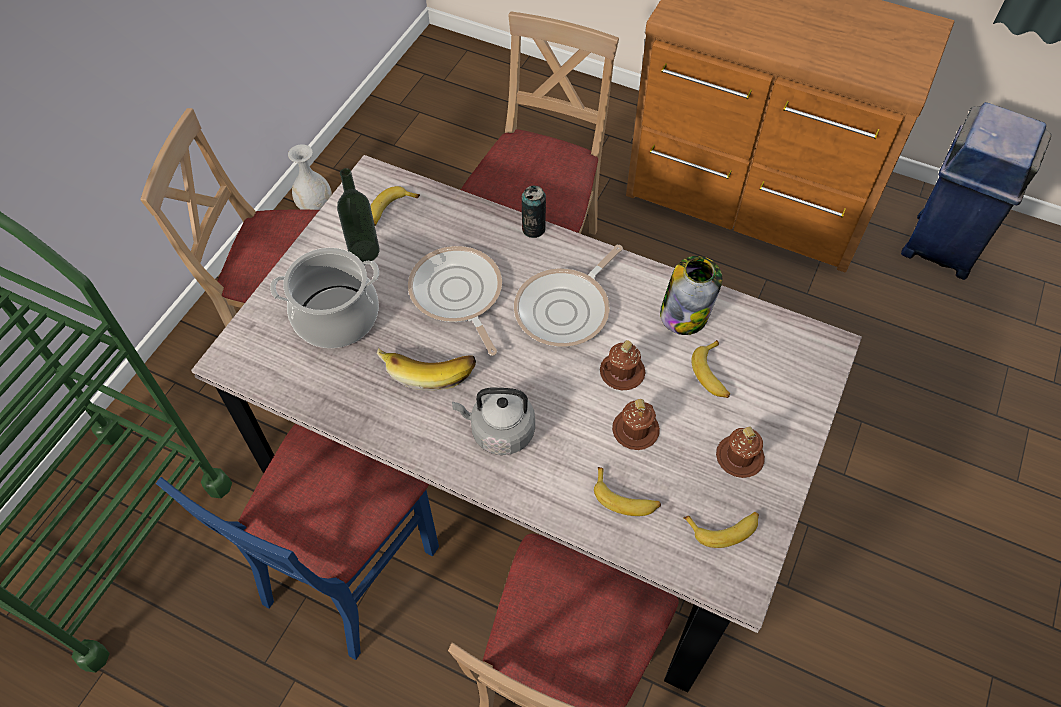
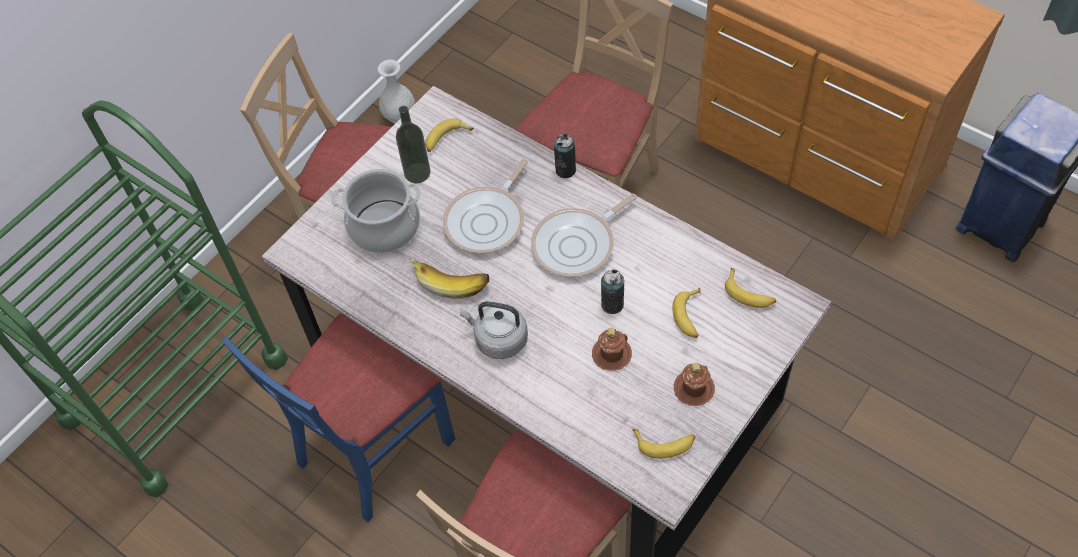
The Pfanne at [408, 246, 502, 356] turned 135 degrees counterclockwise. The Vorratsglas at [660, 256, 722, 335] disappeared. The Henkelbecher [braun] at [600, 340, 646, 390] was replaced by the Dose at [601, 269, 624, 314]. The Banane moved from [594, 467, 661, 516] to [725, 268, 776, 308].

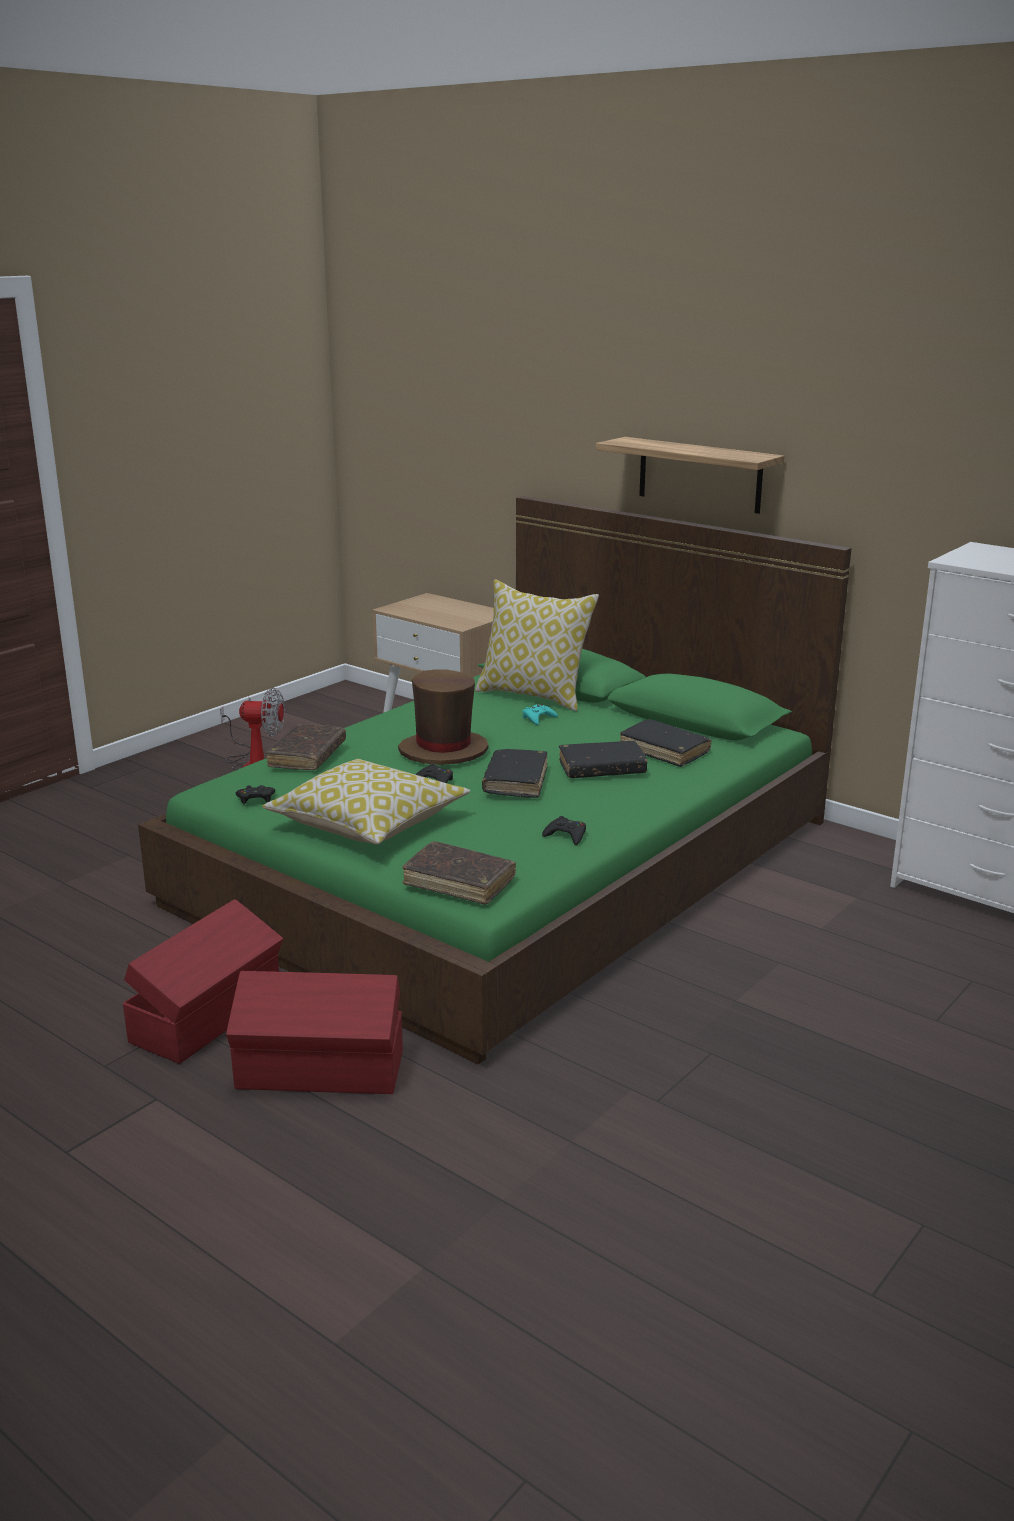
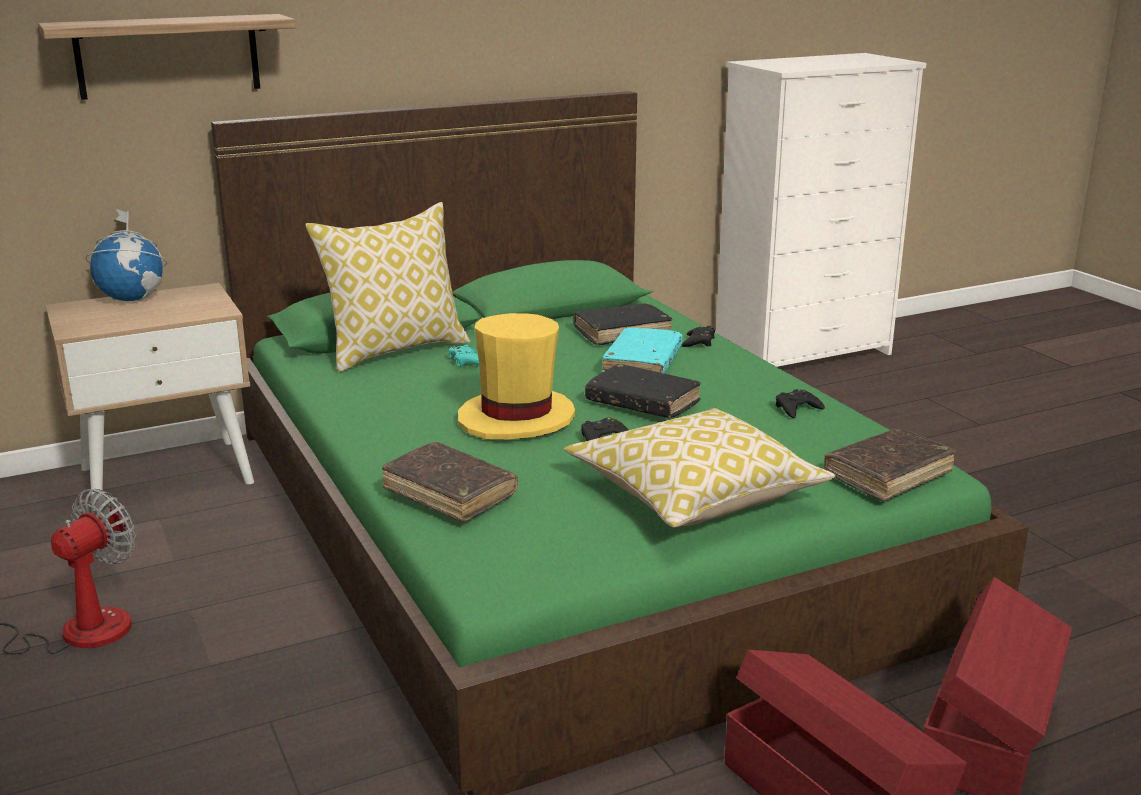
The Wandregal moved from [596, 437, 785, 514] to [38, 14, 296, 100]. The Hut [braun] at [398, 669, 488, 765] became the Hut [gelb] at [458, 313, 575, 440]. The Buch [schwarz] at [559, 741, 648, 778] became the Buch [türkis] at [602, 327, 682, 374]. The Gamepad [schwarz] moved from [236, 785, 275, 804] to [681, 326, 715, 347]. The Globus at [85, 209, 167, 301] appeared.

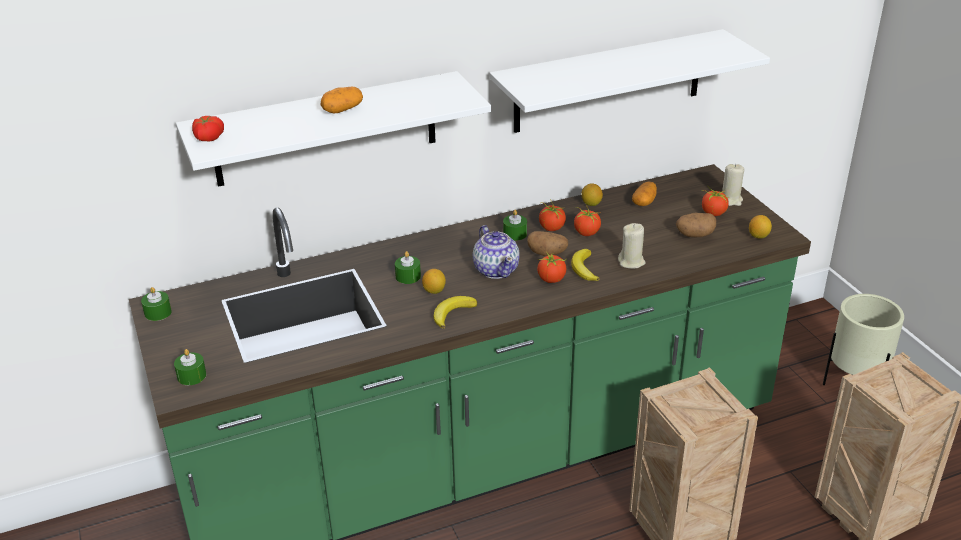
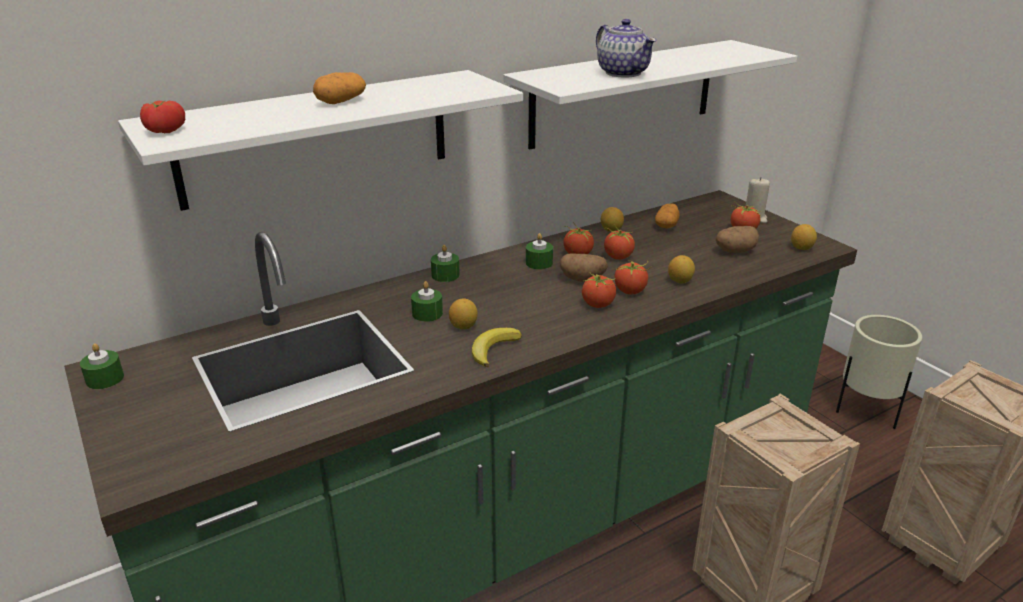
The Kerze [beige] at [618, 223, 645, 269] was replaced by the Zitrone at [668, 255, 695, 283]. The Teekanne moved from [473, 225, 520, 279] to [596, 19, 656, 78]. The Banane at [571, 249, 600, 281] was replaced by the Tomate at [614, 260, 651, 294]. The Kerze [grün] moved from [174, 349, 206, 385] to [431, 245, 460, 282].

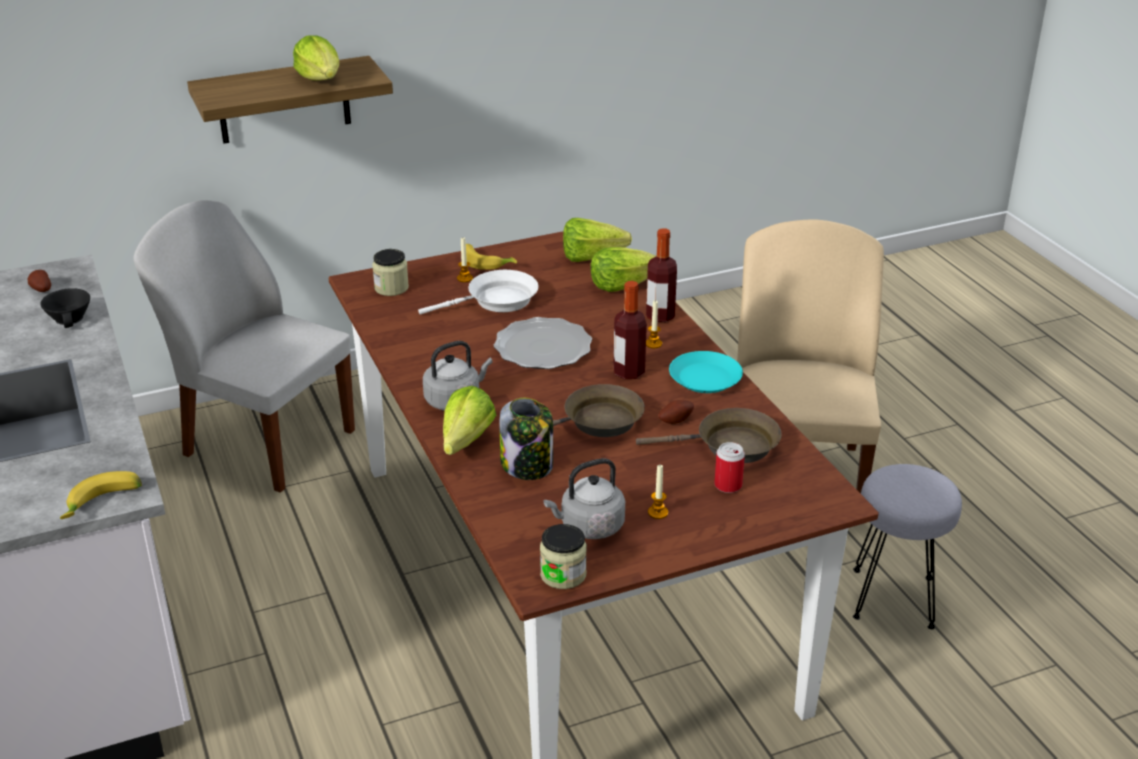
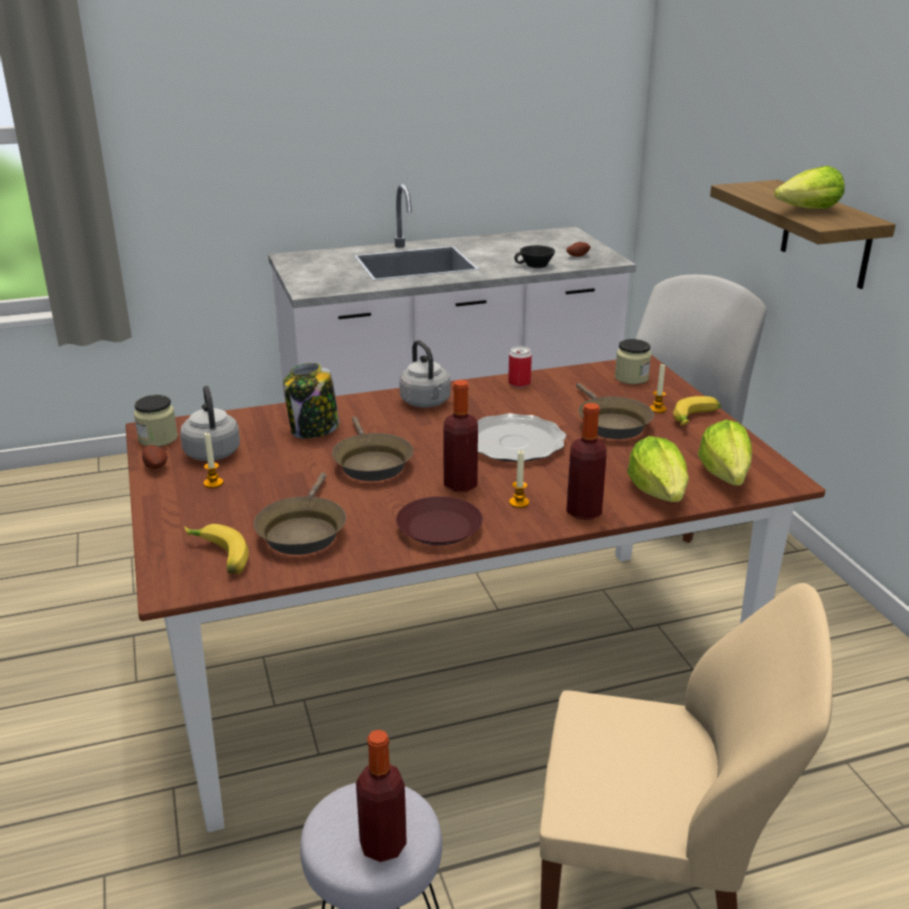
The Pfanne [weiß] at [418, 270, 539, 314] became the Pfanne [braun] at [576, 383, 654, 439]. The Teller [türkis] at [669, 351, 743, 393] became the Teller [braun] at [396, 496, 483, 545]. The Salatkopf at [443, 386, 496, 455] disappeared. The Kartoffel moved from [659, 400, 694, 424] to [142, 445, 167, 469]. The Dose moved from [714, 442, 745, 493] to [508, 346, 532, 388]. The Banane moved from [60, 471, 142, 519] to [184, 524, 249, 574]. The Flasche at [356, 730, 407, 862] appeared.

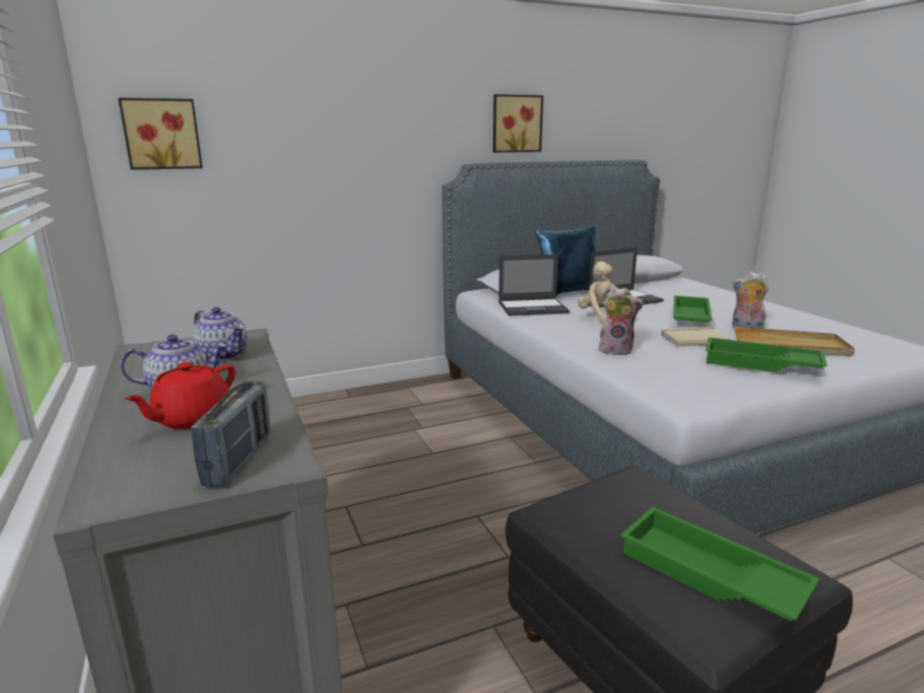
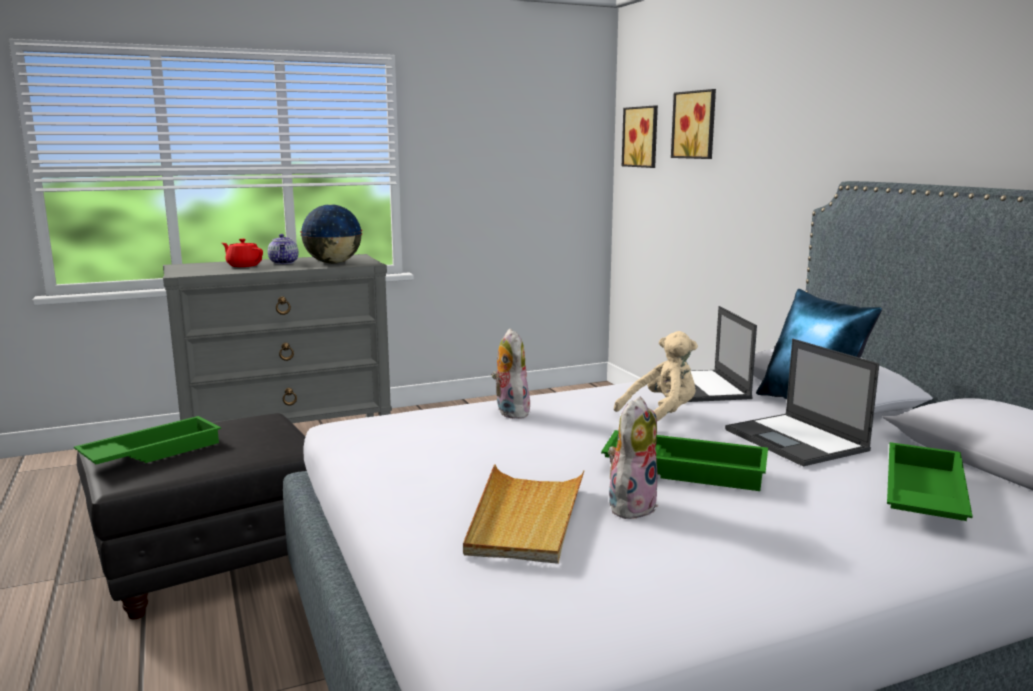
The Bild moved from [493, 94, 543, 152] to [671, 89, 716, 159]. The Plüschtier at [598, 287, 644, 355] turned 150 degrees clockwise. The Teekanne at [192, 307, 248, 361] was replaced by the Globus at [300, 204, 363, 264]. The Buch [beige] at [660, 327, 730, 346] disappeared. The Tablett [grün] moved from [705, 337, 827, 373] to [887, 442, 972, 521]. The Radio at [191, 381, 270, 487] disappeared.

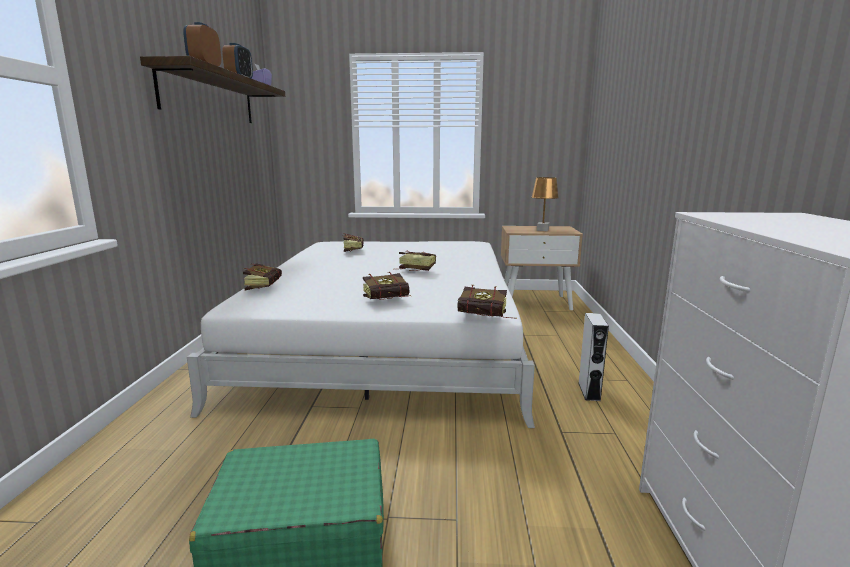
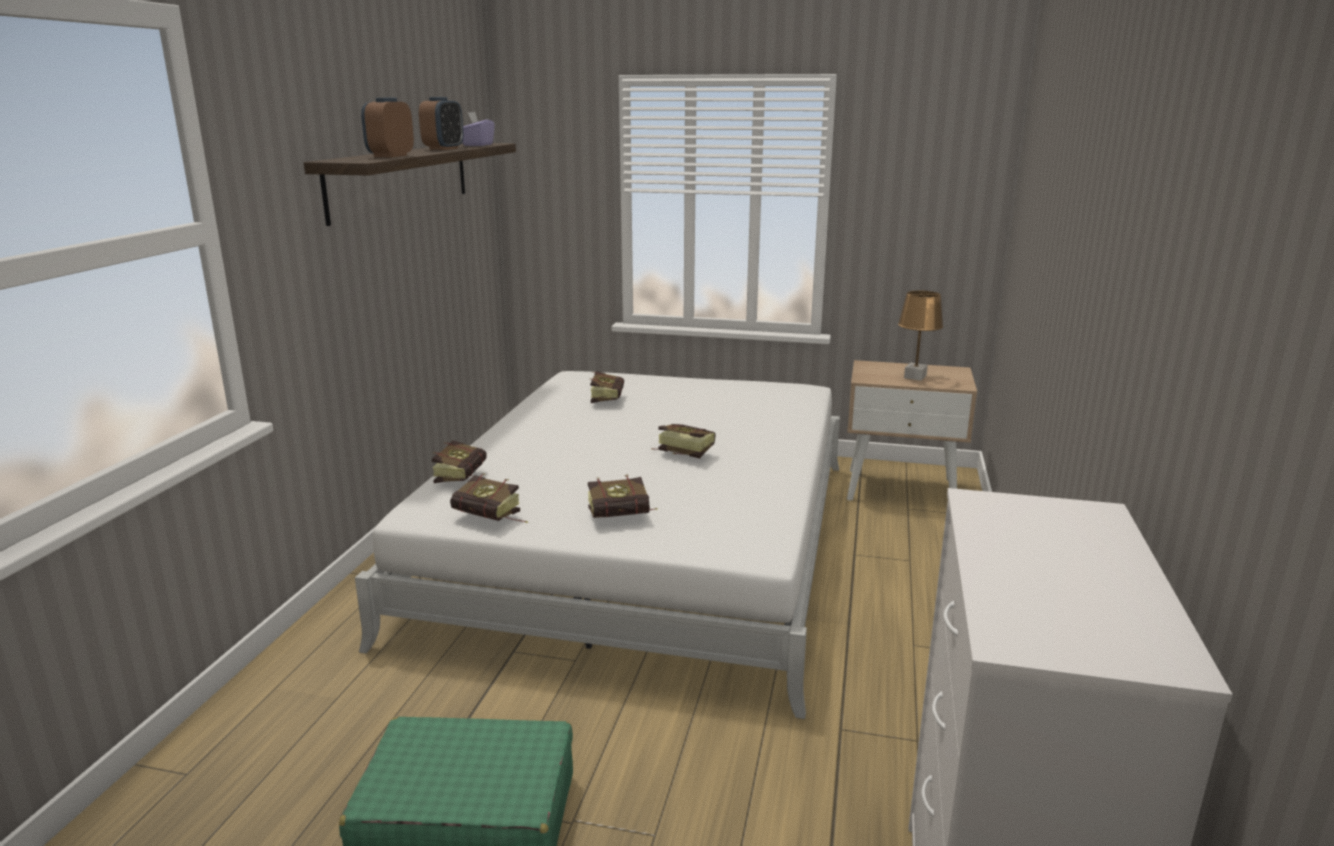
The Buch moved from [458, 285, 517, 319] to [450, 473, 528, 523]. The Lautsprecher [grau] at [579, 313, 609, 401] disappeared.

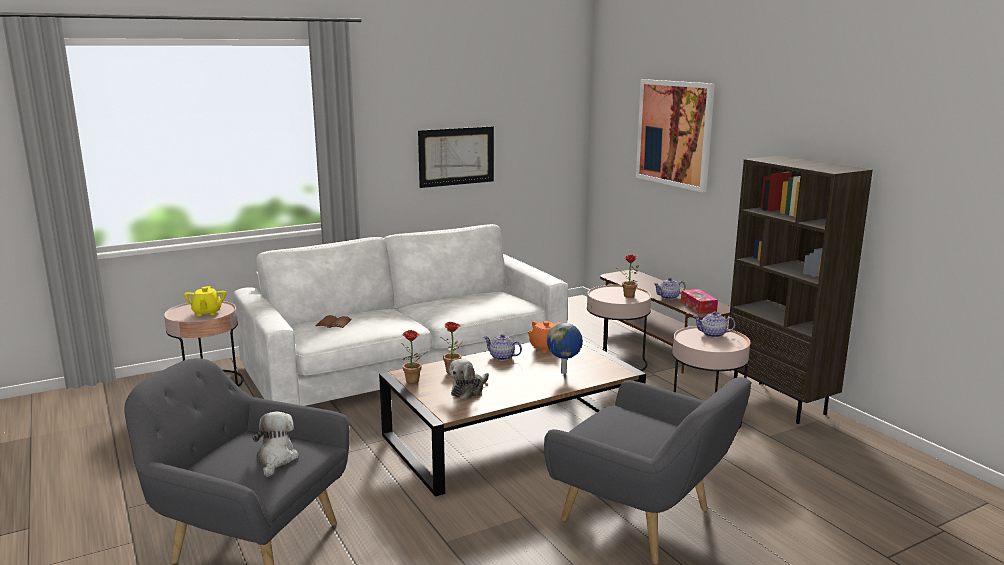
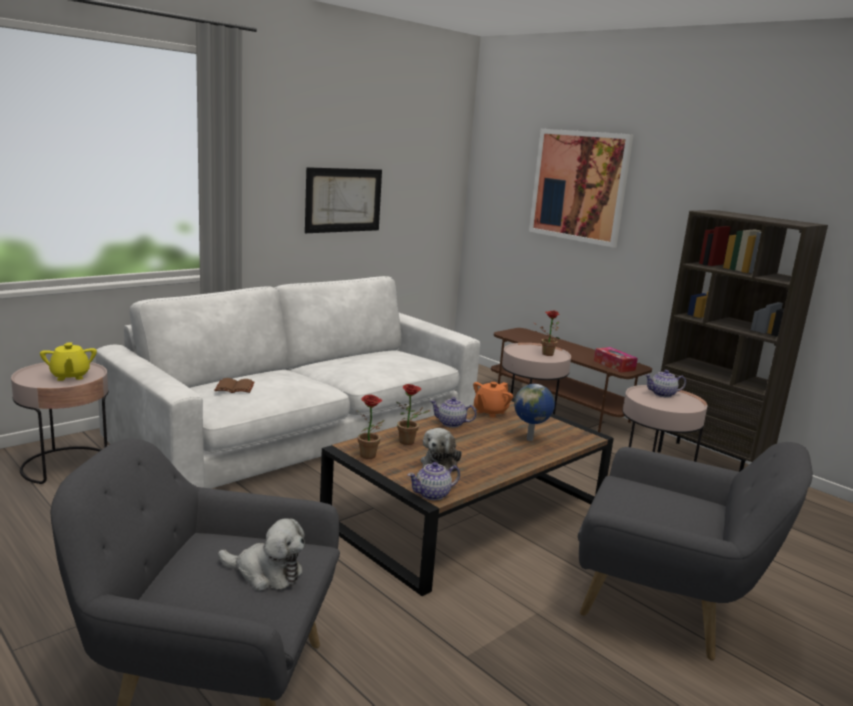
The Teekanne moved from [654, 278, 686, 300] to [408, 462, 460, 500]. The Plüschtier at [253, 411, 299, 477] turned 120 degrees clockwise.

